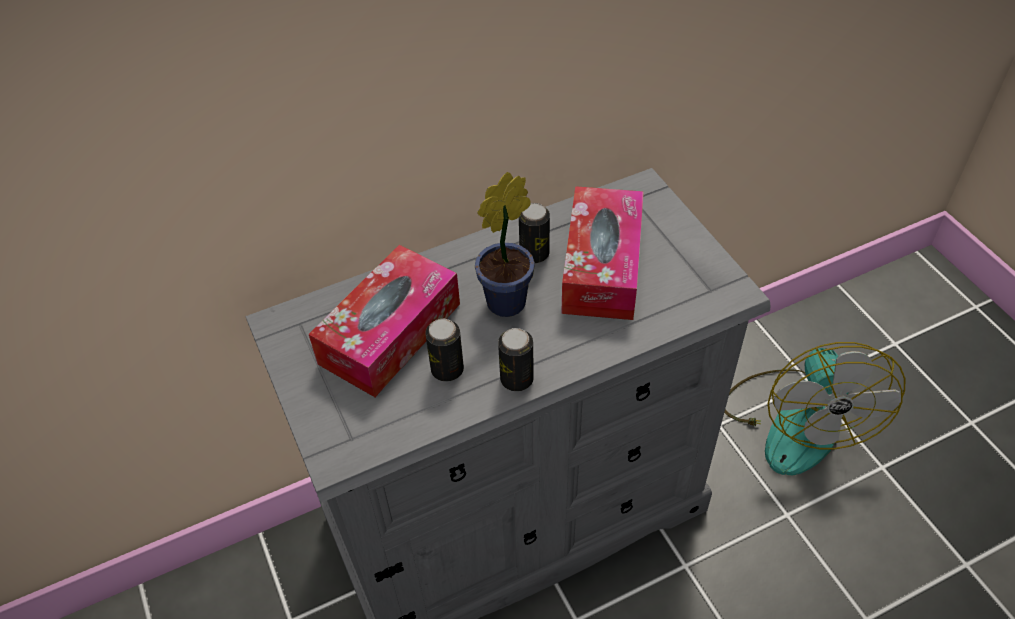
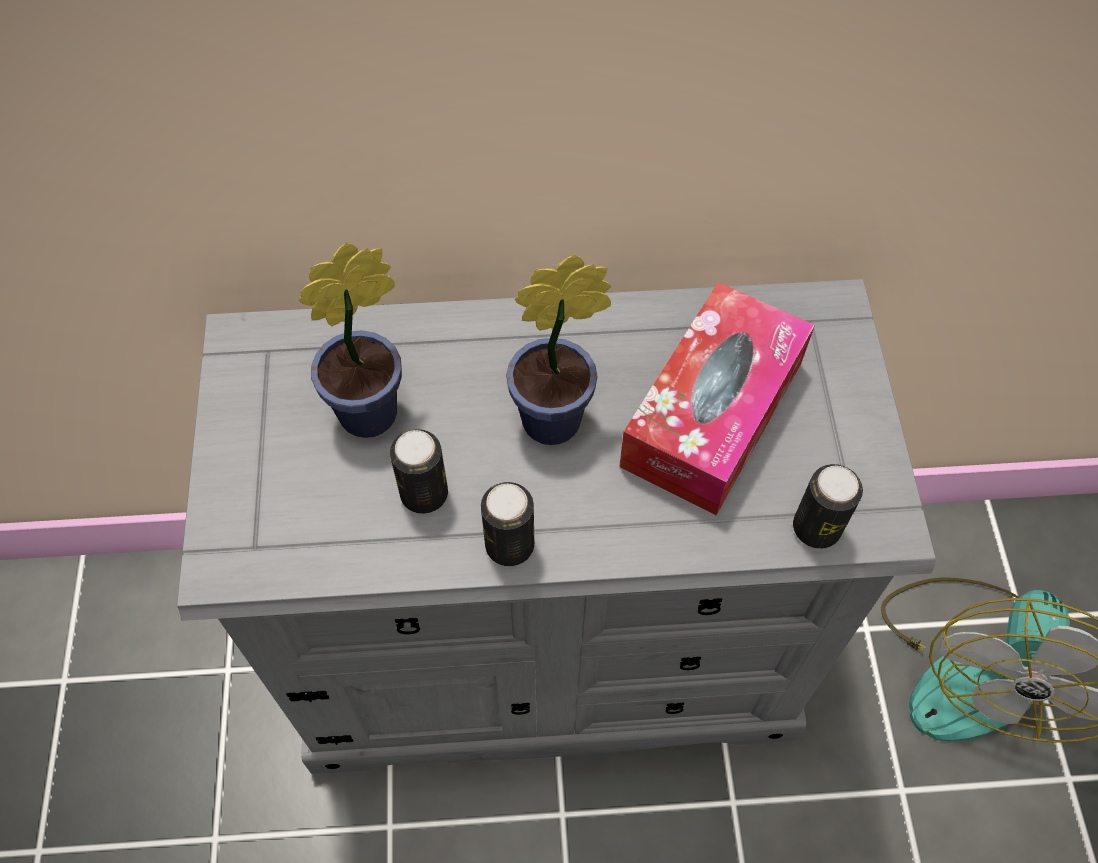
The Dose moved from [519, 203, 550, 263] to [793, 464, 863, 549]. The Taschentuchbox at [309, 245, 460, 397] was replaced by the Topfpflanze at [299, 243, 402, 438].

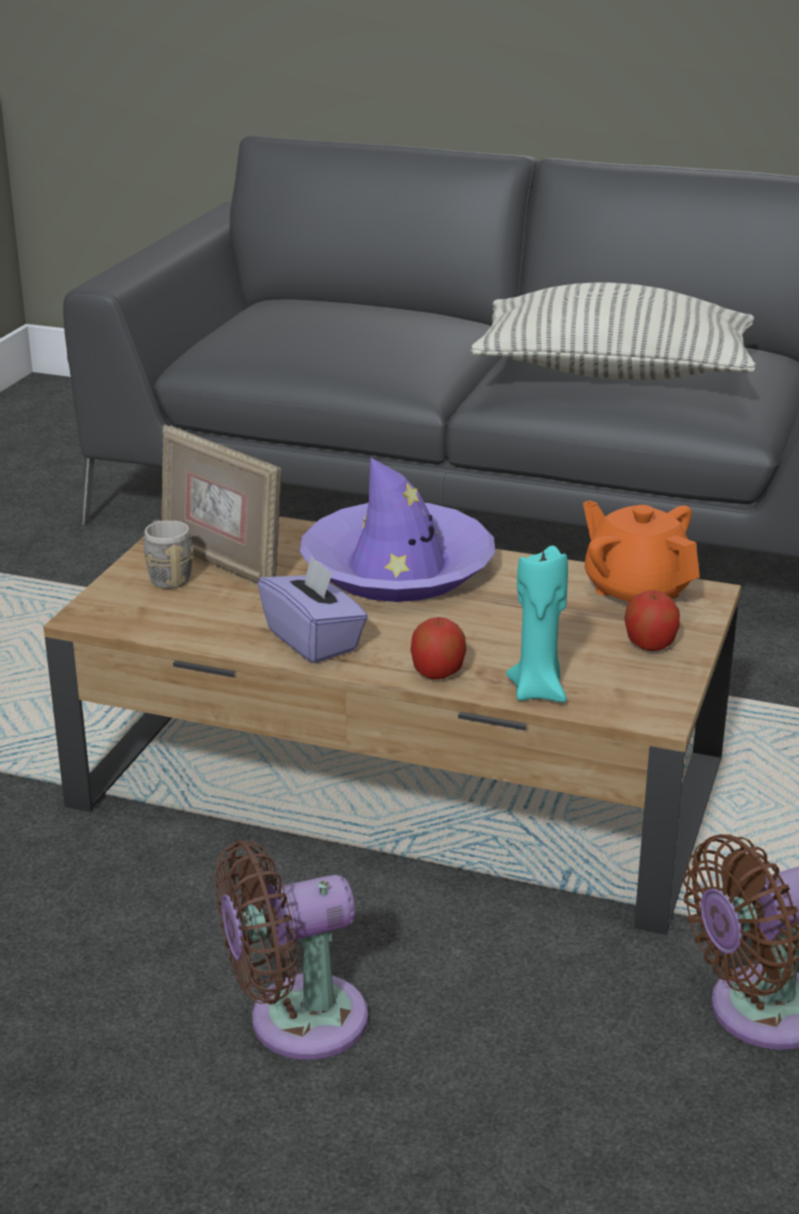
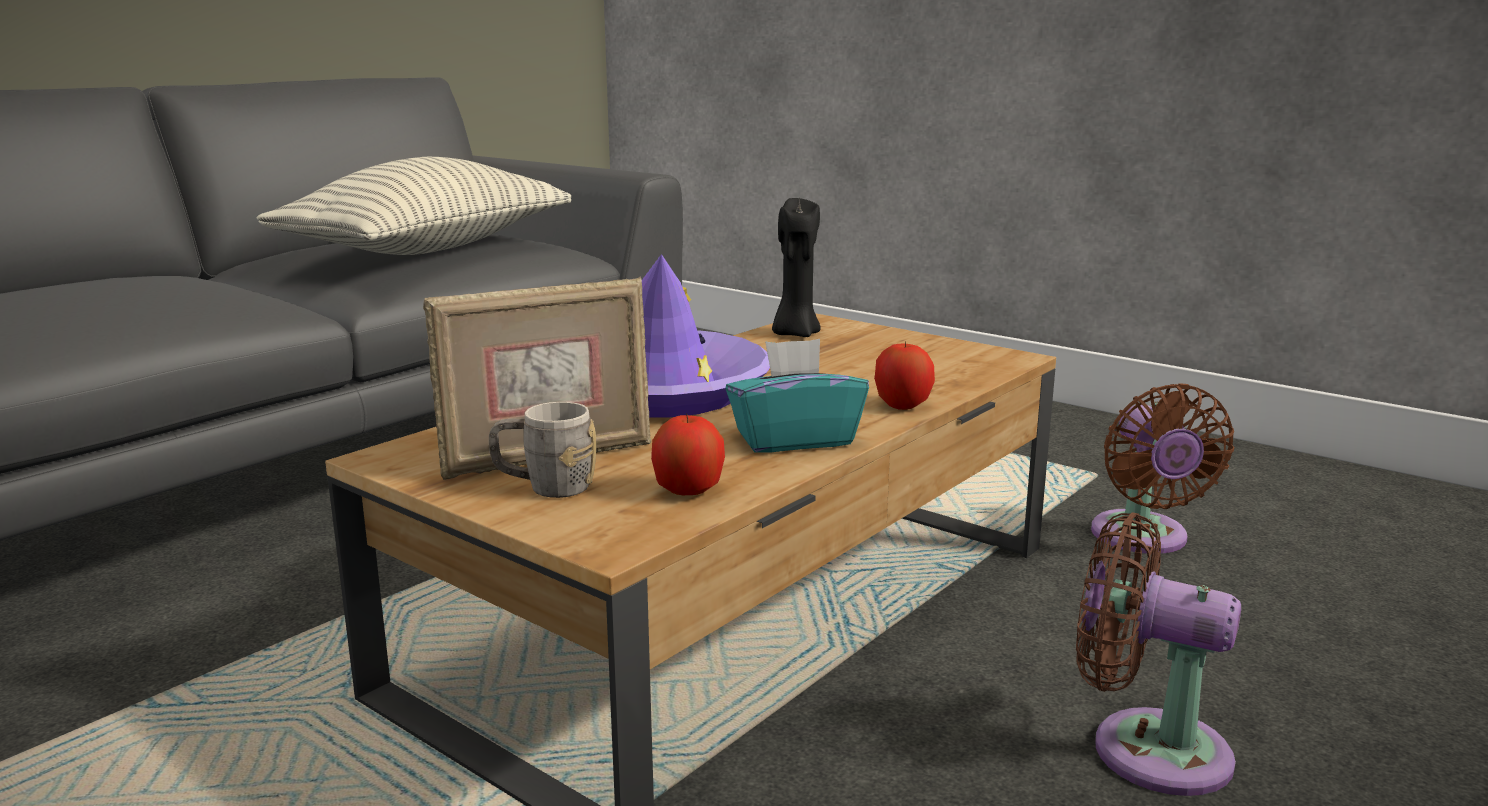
The Teekanne [orange] at [583, 500, 700, 603] was replaced by the Kerze [schwarz] at [772, 196, 821, 337]. The Kerze [türkis] at [506, 544, 568, 702] disappeared. The Taschentuchbox [lila] at [258, 555, 368, 664] became the Taschentuchbox [türkis] at [725, 339, 869, 453]. The Apfel moved from [624, 590, 680, 651] to [651, 413, 725, 495]. The Ventilator [braun] at [215, 840, 368, 1060] turned 120 degrees clockwise.

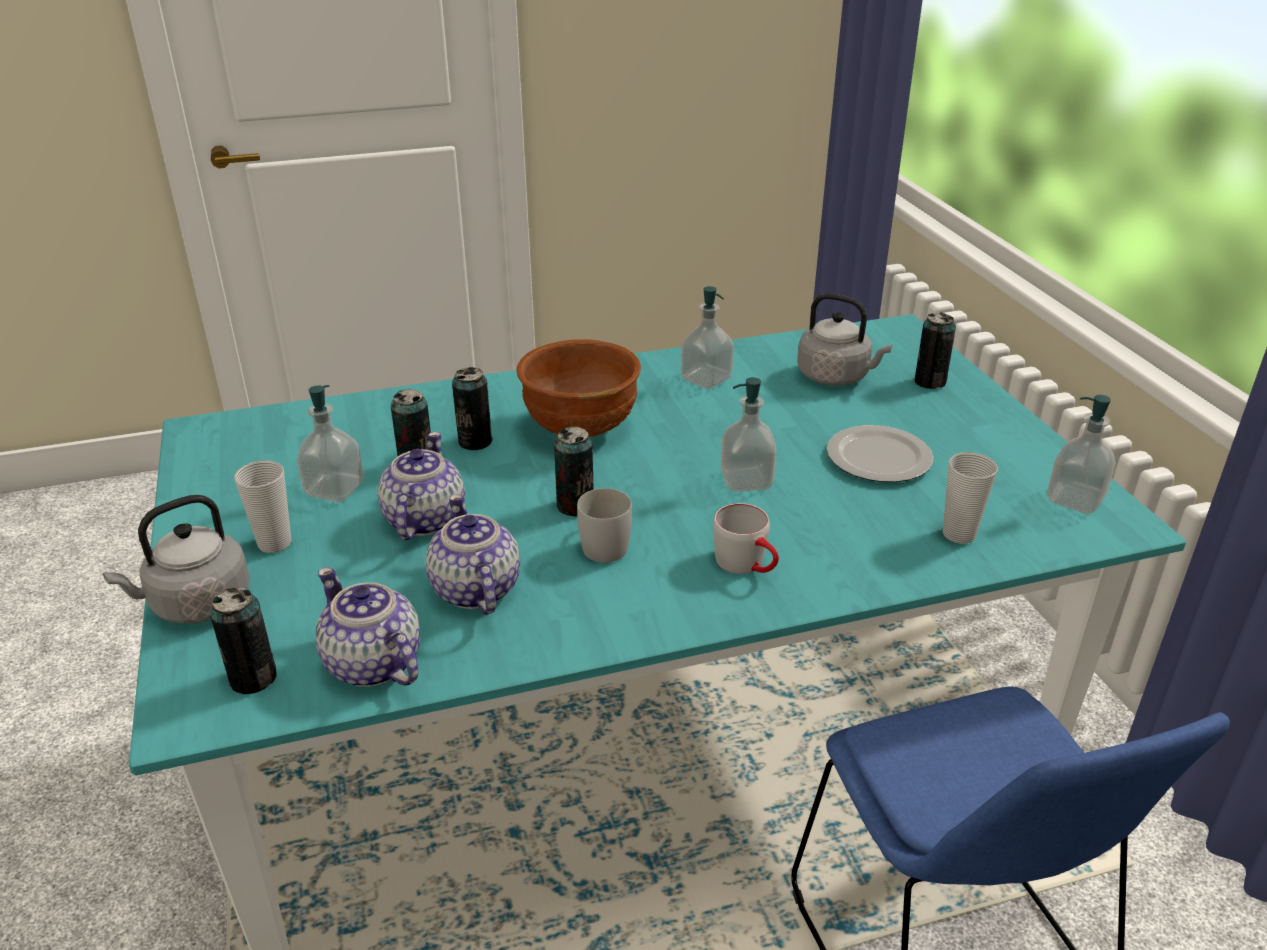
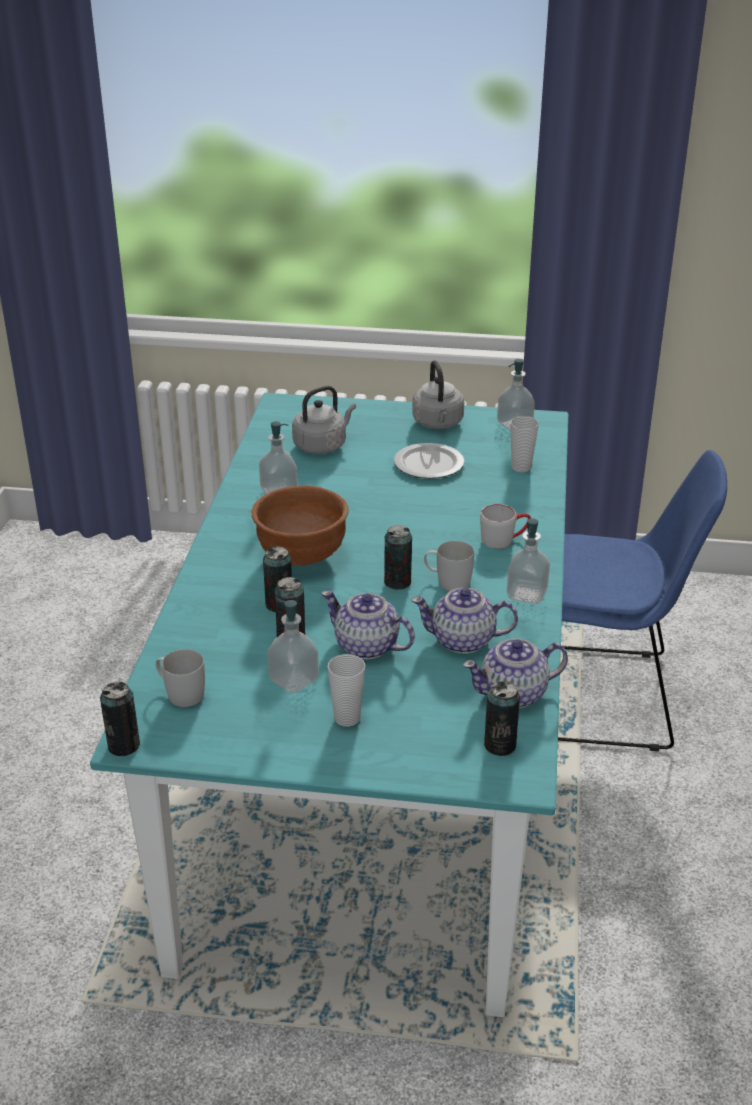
The Dose moved from [914, 312, 956, 389] to [100, 682, 140, 756]. The Seifenspender moved from [721, 377, 776, 491] to [507, 518, 550, 604]. The Wasserkessel [grau] moved from [103, 495, 250, 624] to [412, 360, 464, 429]. The Henkelbecher [weiß] at [156, 649, 205, 707] appeared.

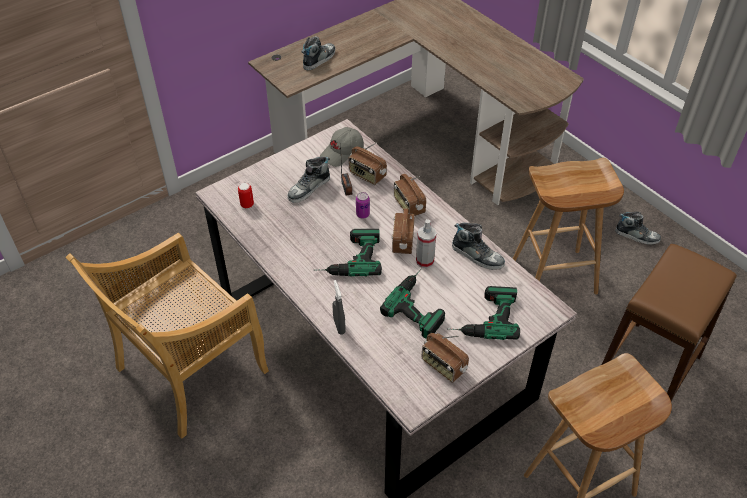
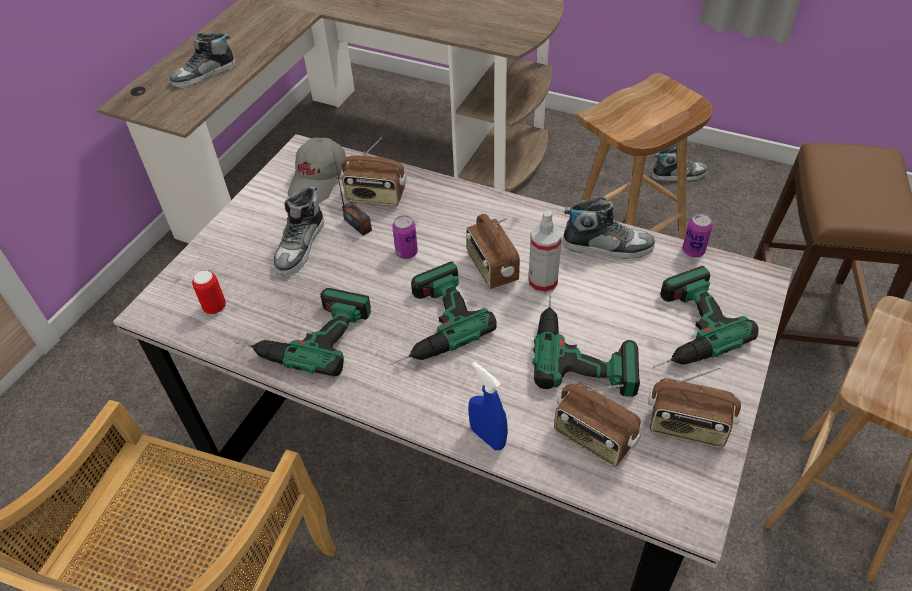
The Schuh at [302, 36, 335, 70] turned 135 degrees counterclockwise. The Radio moved from [394, 174, 426, 216] to [554, 383, 641, 467]. The Sprühflasche [grau] at [332, 280, 346, 335] became the Sprühflasche [blau] at [468, 362, 508, 450]. The Dose at [682, 213, 713, 258] appeared. The Bohrmaschine at [234, 288, 371, 376] appeared.

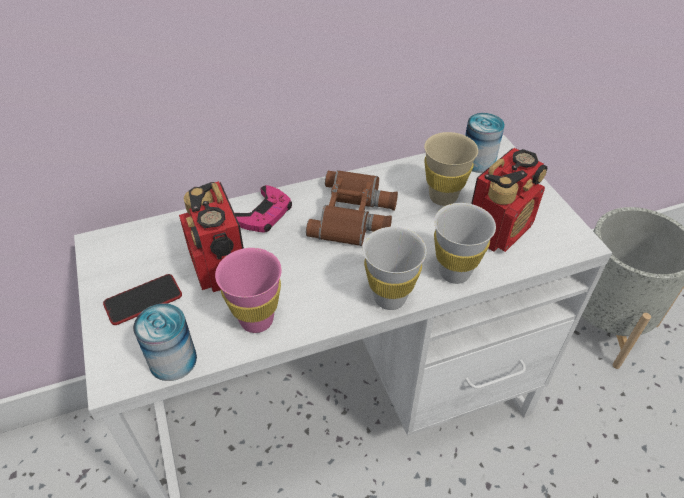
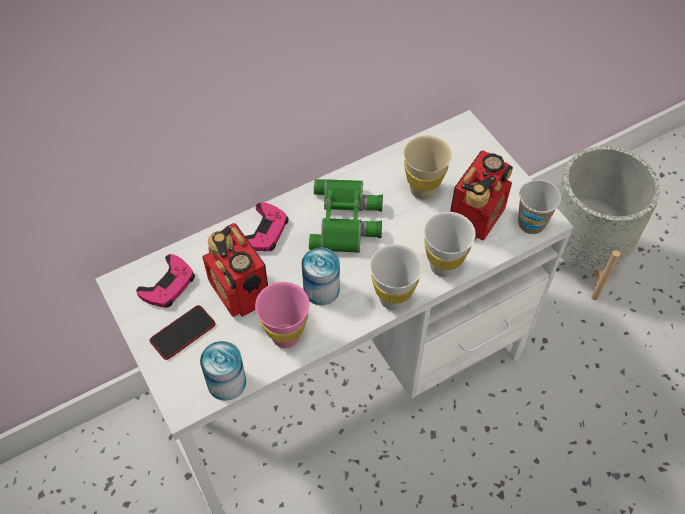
The Dose moved from [465, 113, 505, 173] to [301, 247, 340, 305]. The Fernglas [braun] at [306, 170, 398, 246] became the Fernglas [grün] at [309, 179, 383, 253]. The Tasse at [518, 180, 561, 234] appeared. The Gamepad [rosa] at [136, 254, 195, 308] appeared.

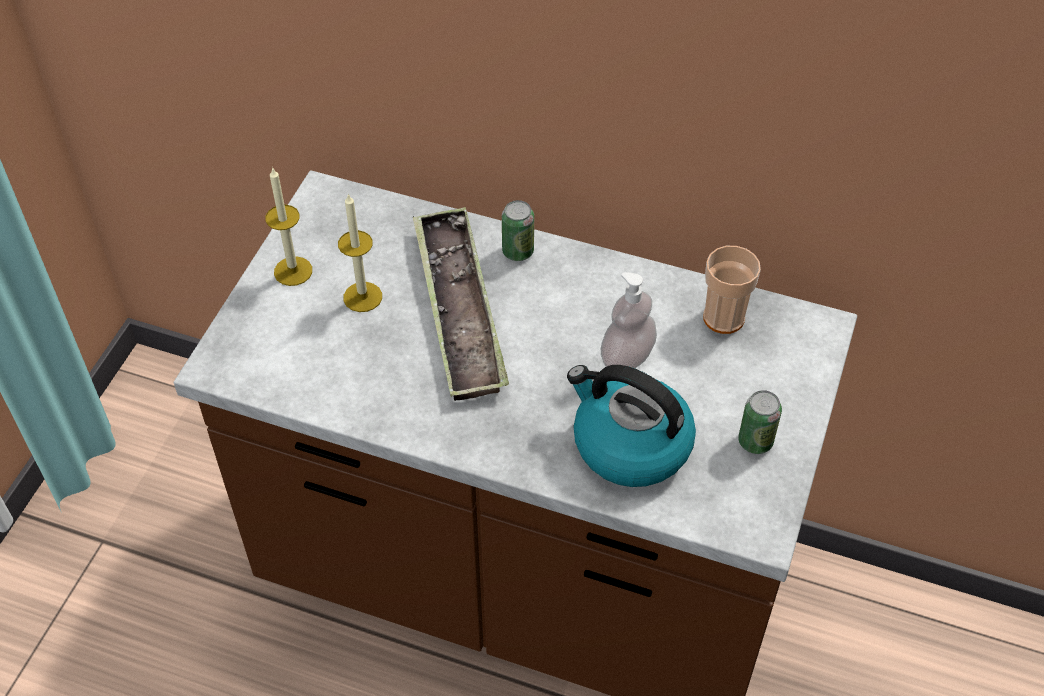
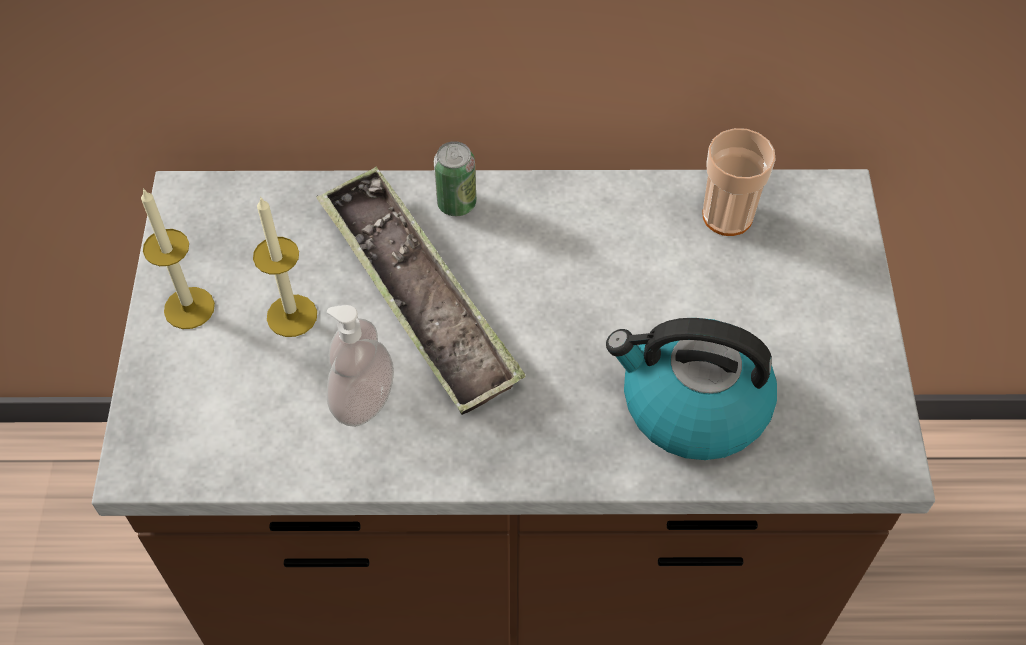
The Seifenspender moved from [601, 272, 657, 368] to [326, 305, 394, 427]. The Dose at [738, 390, 782, 454] disappeared.

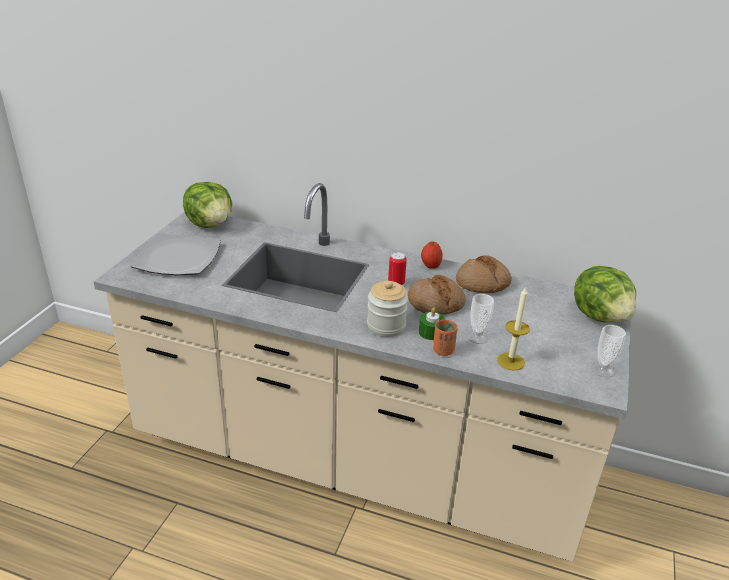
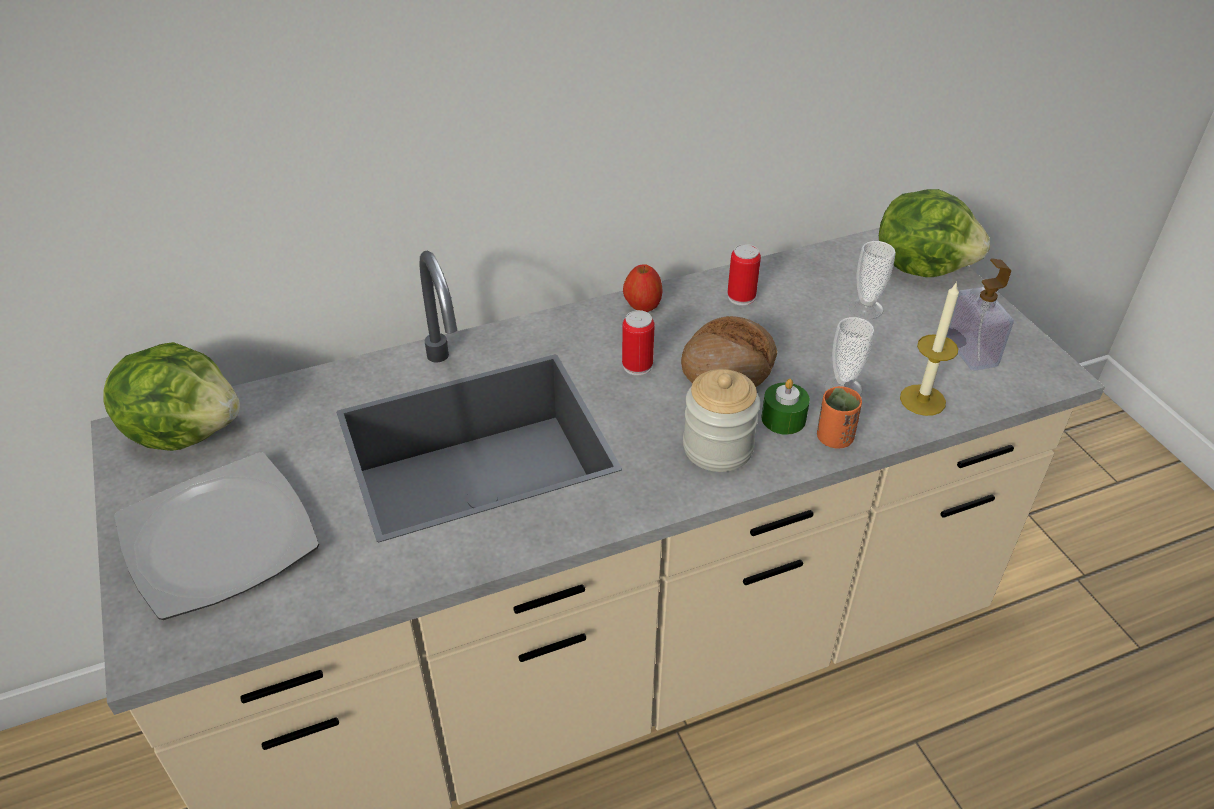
The Brot at [456, 255, 512, 293] was replaced by the Dose at [727, 244, 761, 306]. The Tasse moved from [591, 325, 626, 377] to [849, 241, 896, 319]. The Seifenspender at [946, 258, 1014, 371] appeared.

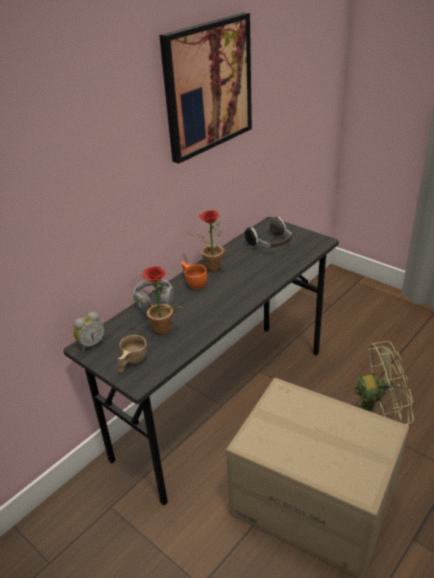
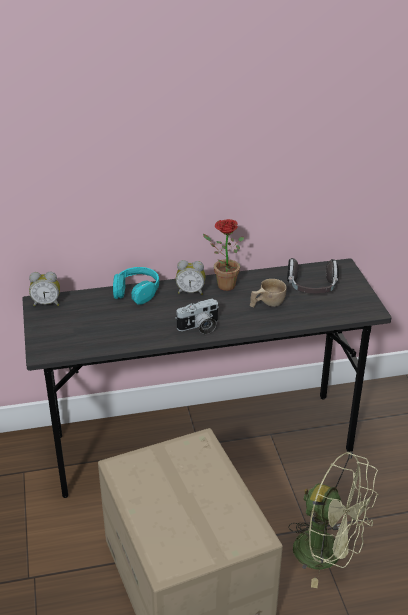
The Bild at [159, 13, 252, 164] disappeared. The Tasse [orange] at [182, 261, 207, 289] was replaced by the Wecker at [176, 260, 206, 295]. The Topfpflanze at [129, 266, 182, 335] disappeared. The Kopfhörer [grau] at [133, 279, 174, 314] became the Kopfhörer [türkis] at [113, 267, 159, 305]. The Tasse [beige] moved from [117, 335, 147, 373] to [250, 279, 287, 307]. The Kamera at [175, 298, 219, 334] appeared.

